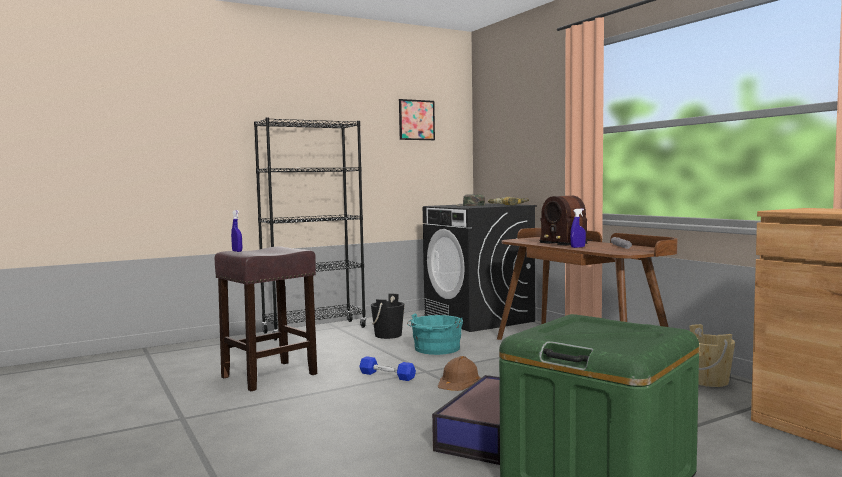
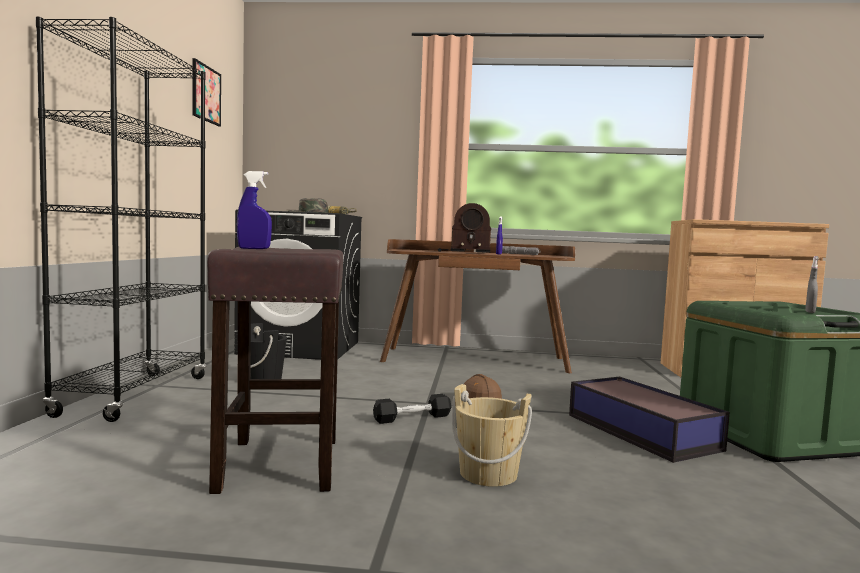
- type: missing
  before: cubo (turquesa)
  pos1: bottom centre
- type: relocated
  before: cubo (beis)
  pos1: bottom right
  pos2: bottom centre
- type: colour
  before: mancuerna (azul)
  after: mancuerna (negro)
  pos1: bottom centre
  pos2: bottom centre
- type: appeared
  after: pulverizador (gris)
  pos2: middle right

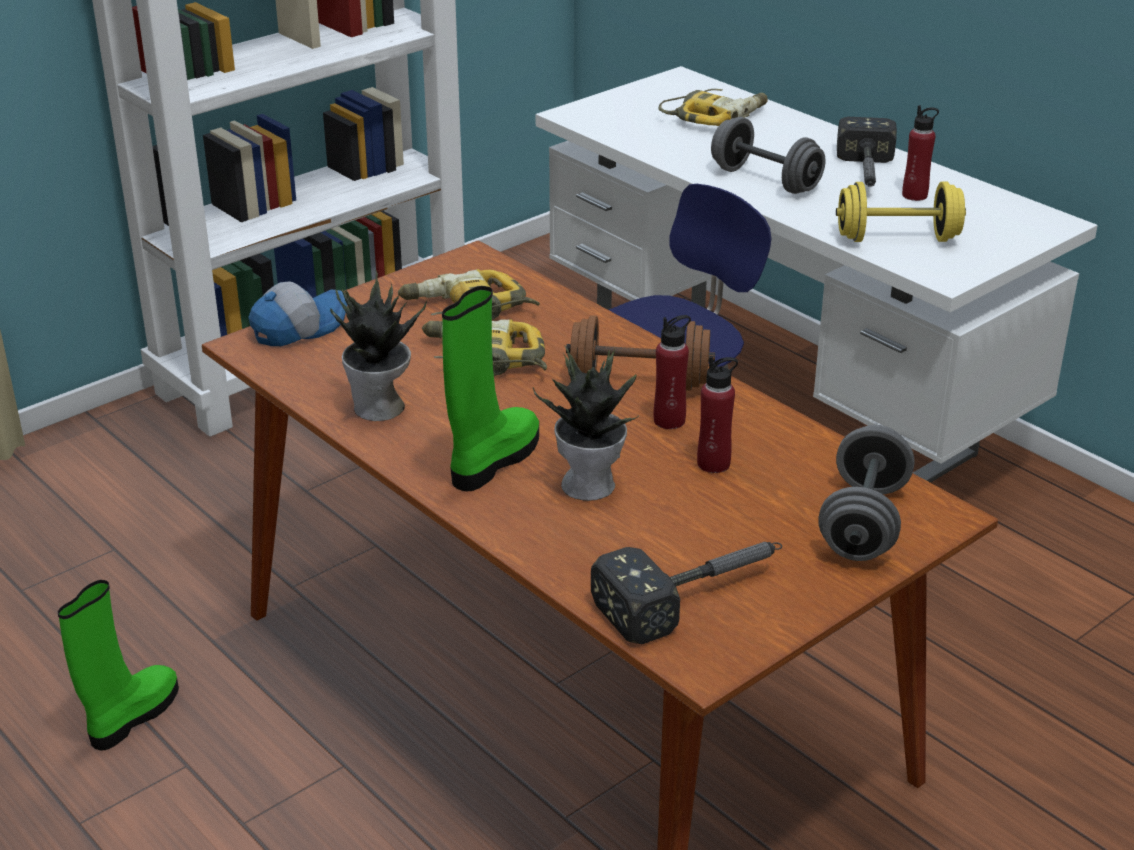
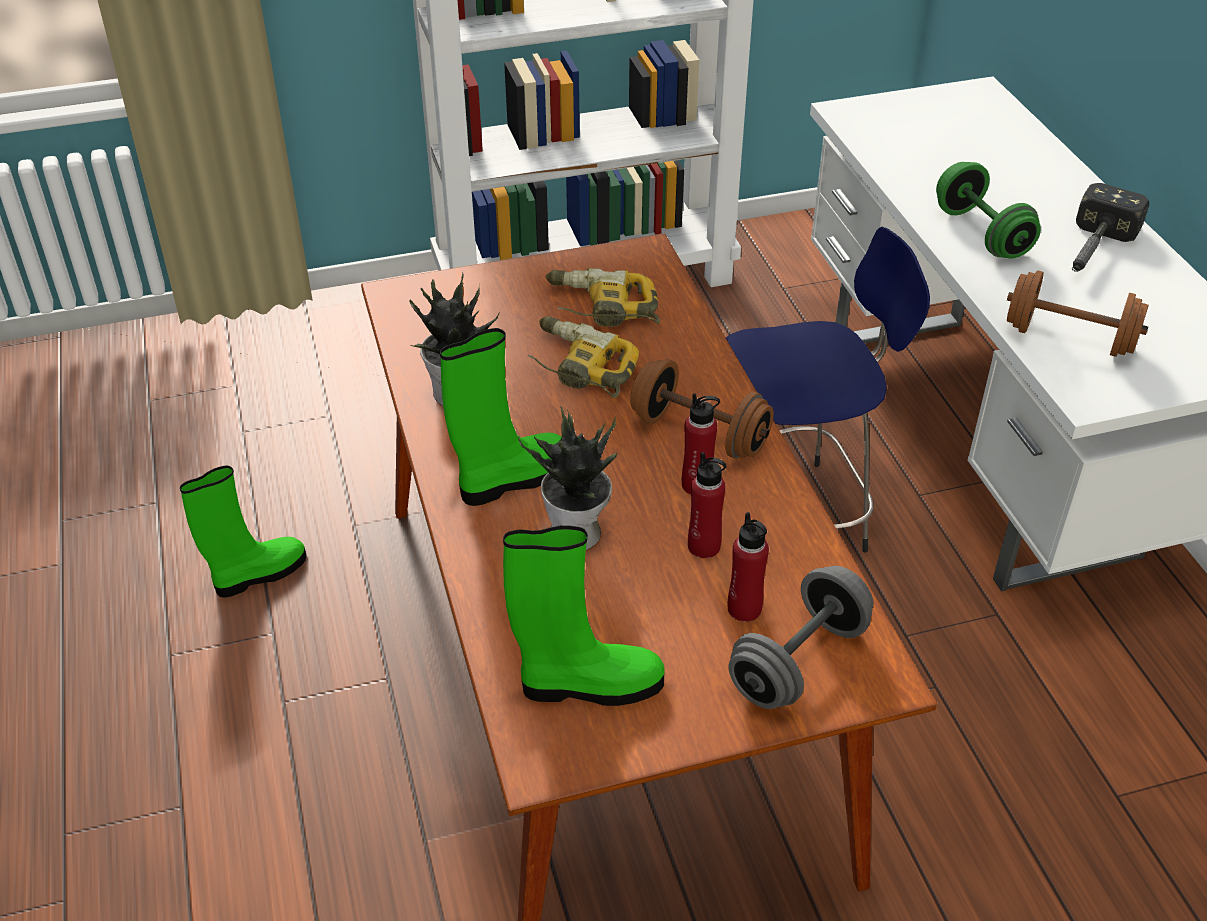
- type: missing
  before: taladro (no. 3 from left)
  pos1: top centre
- type: relocated
  before: botella (rojo) (no. 3 from left)
  pos1: top right
  pos2: centre
- type: colour
  before: mancuerna (gris) (no. 1 from left)
  after: mancuerna (verde)
  pos1: top right
  pos2: top right
- type: colour
  before: mancuerna (amarillo)
  after: mancuerna (marrón) (no. 2 from left)
  pos1: top right
  pos2: middle right
- type: missing
  before: gorra
  pos1: middle left
- type: exchanged
  before: martillo (no. 1 from left)
  after: bota (verde) (no. 3 from left)
  pos1: bottom centre
  pos2: bottom centre

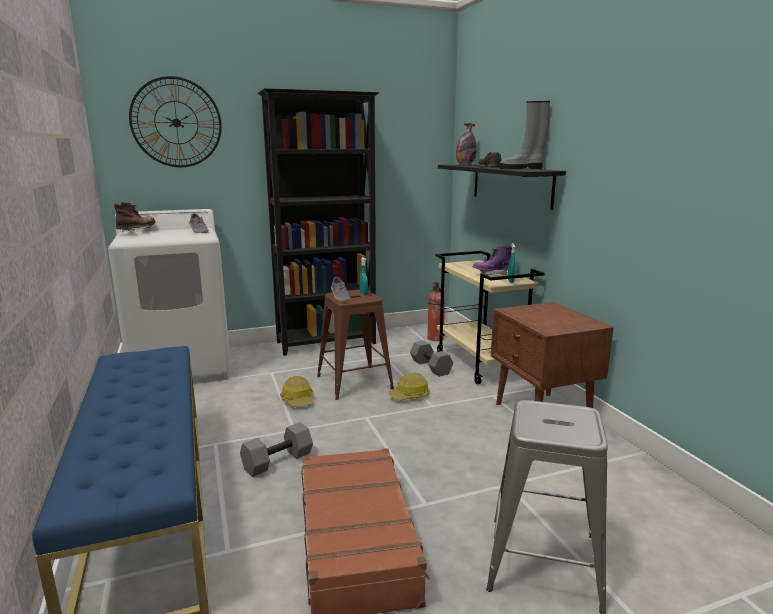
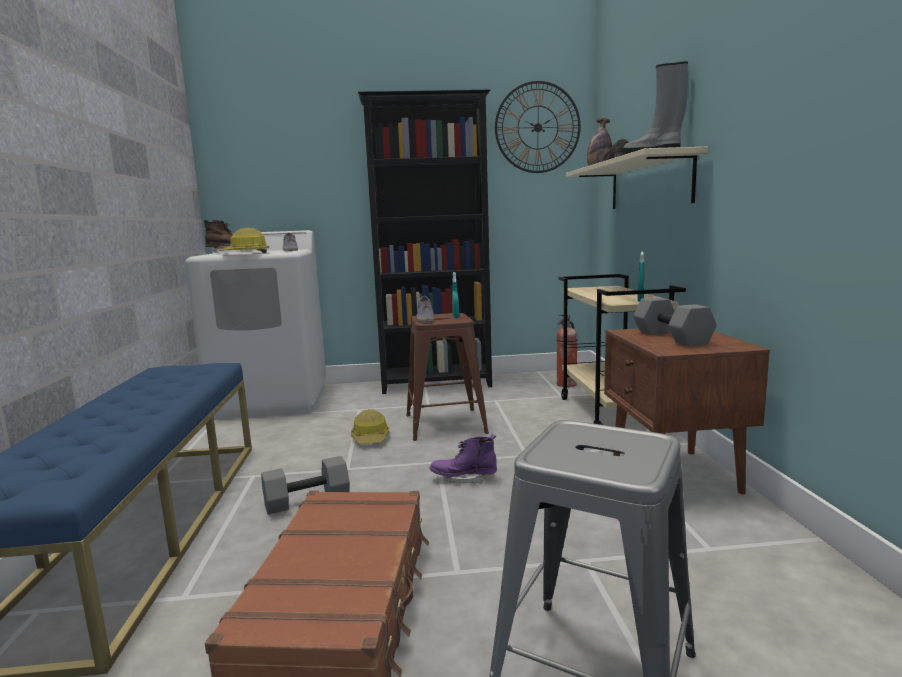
- type: relocated
  before: reloj de pared
  pos1: top left
  pos2: top centre
- type: colour
  before: estante (negro)
  after: estante (beis)
  pos1: top centre
  pos2: top right
- type: relocated
  before: bota (morado)
  pos1: centre
  pos2: bottom centre
- type: relocated
  before: mancuerna (gris) (no. 2 from left)
  pos1: centre
  pos2: middle right
- type: relocated
  before: casco (no. 2 from left in the first image)
  after: casco (no. 1 from left)
  pos1: centre
  pos2: middle left

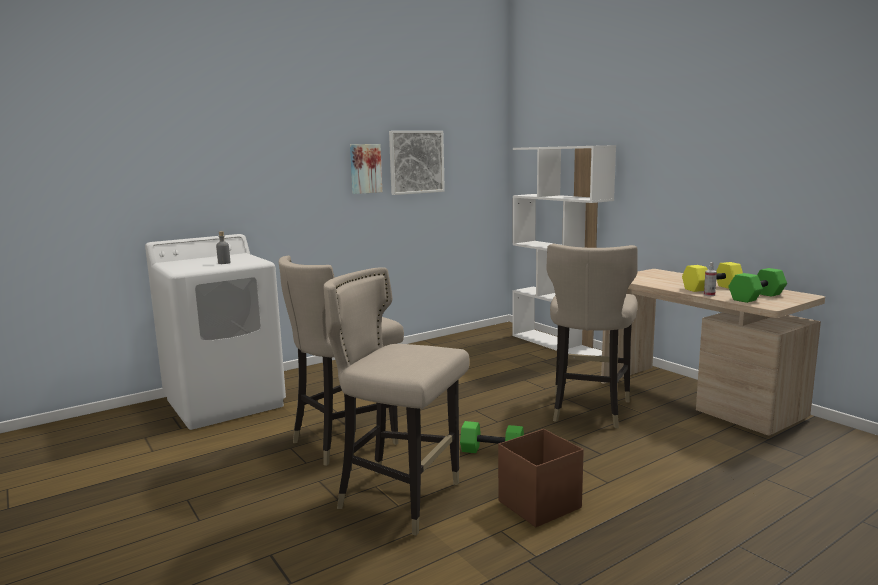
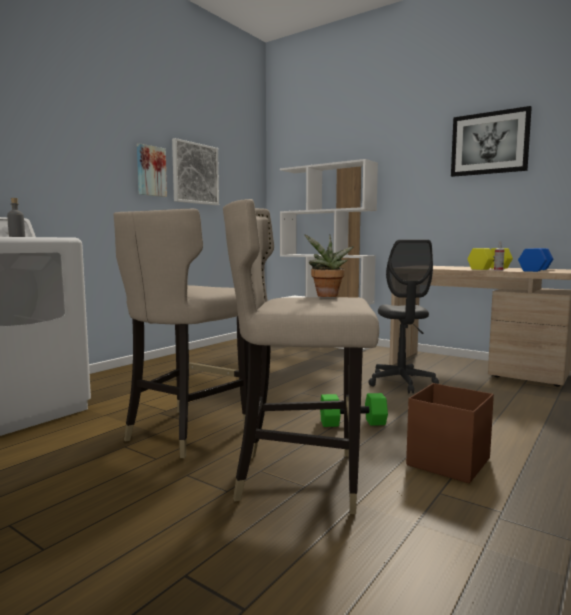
- type: exchanged
  before: taburete (beis) (no. 3 from left)
  after: silla de oficina (gris)
  pos1: middle right
  pos2: middle right
- type: colour
  before: mancuerna (verde) (no. 2 from left)
  after: mancuerna (azul)
  pos1: middle right
  pos2: middle right
- type: appeared
  after: cuadro (no. 3 from left)
  pos2: top right
- type: appeared
  after: planta en maceta
  pos2: centre

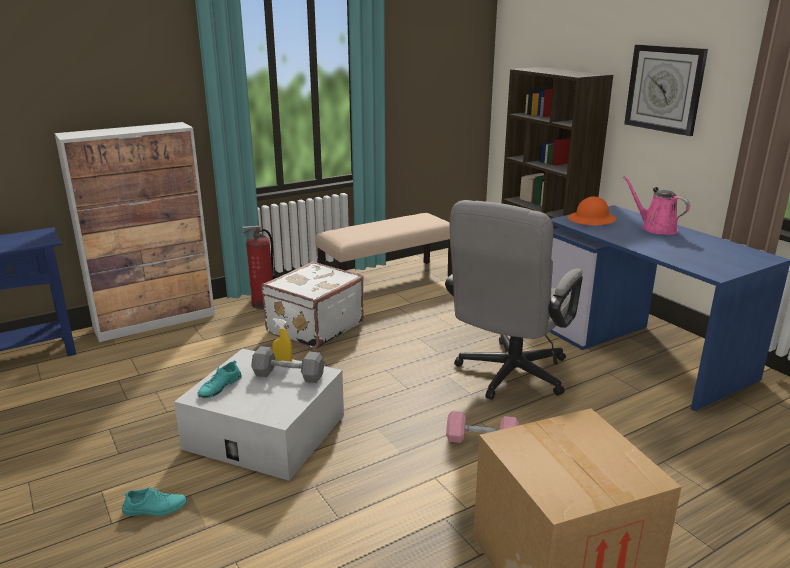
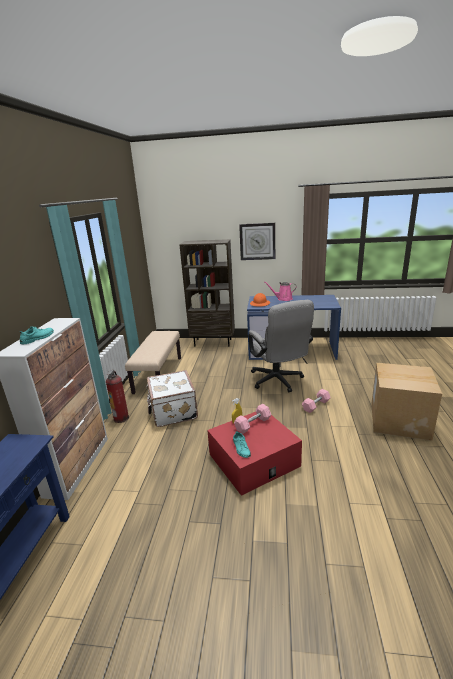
- type: colour
  before: mancuerna (gris)
  after: mancuerna (rosa) (no. 1 from left)
  pos1: centre
  pos2: centre
- type: colour
  before: caja de almacenaje (blanco)
  after: caja de almacenaje (rojo)
  pos1: bottom left
  pos2: bottom centre
- type: relocated
  before: zapato (turquesa) (no. 1 from left)
  pos1: bottom left
  pos2: middle left

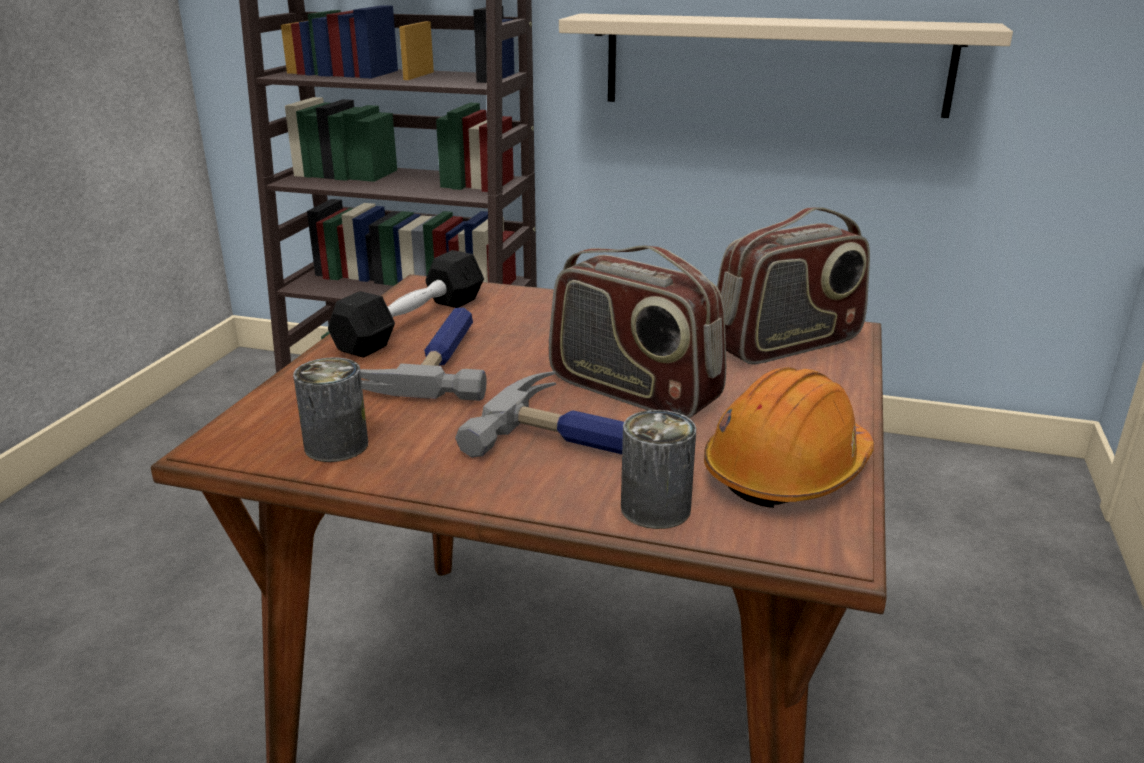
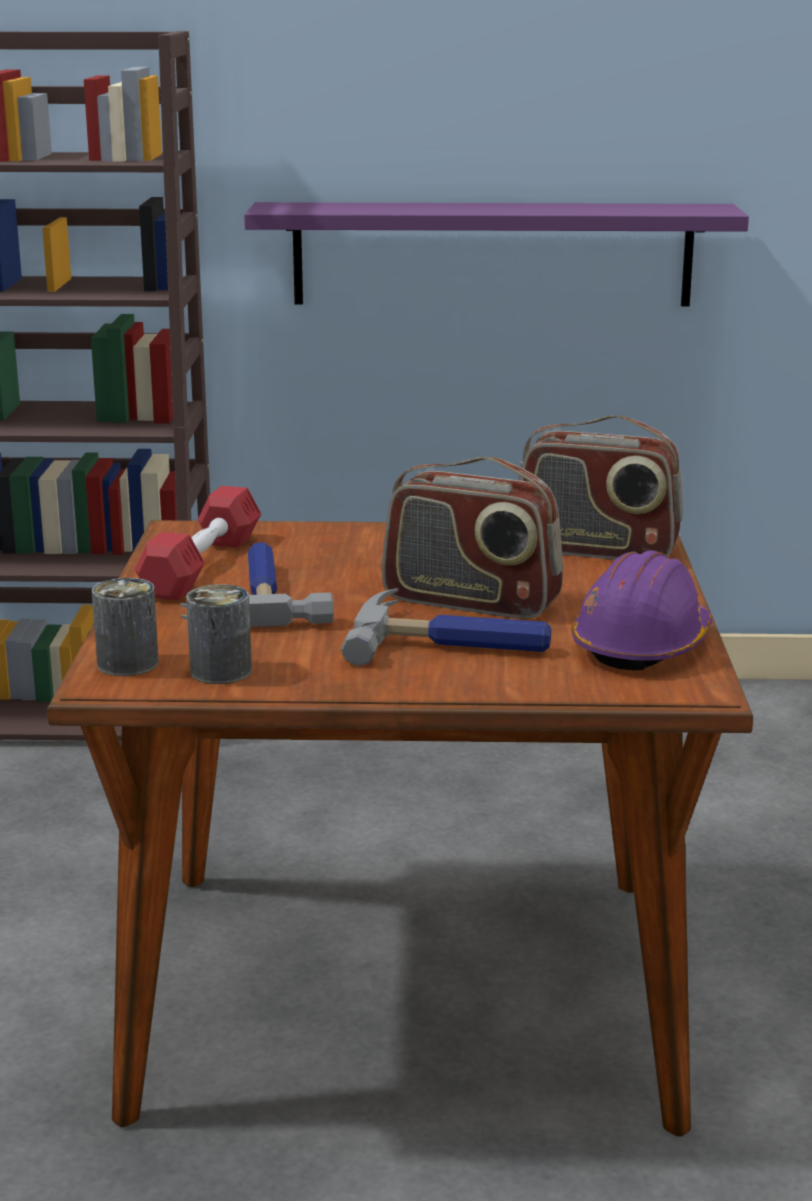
- type: colour
  before: estante (beis)
  after: estante (morado)
  pos1: top right
  pos2: top centre
- type: spun
  before: radio (no. 2 from left)
  pos1: middle right
  pos2: middle right
  turn: 60
- type: colour
  before: mancuerna (negro)
  after: mancuerna (rojo)
  pos1: centre
  pos2: middle left
- type: colour
  before: casco (naranja)
  after: casco (morado)
  pos1: middle right
  pos2: middle right
- type: relocated
  before: lata (no. 2 from left in the first image)
  after: lata (no. 1 from left)
  pos1: centre
  pos2: middle left

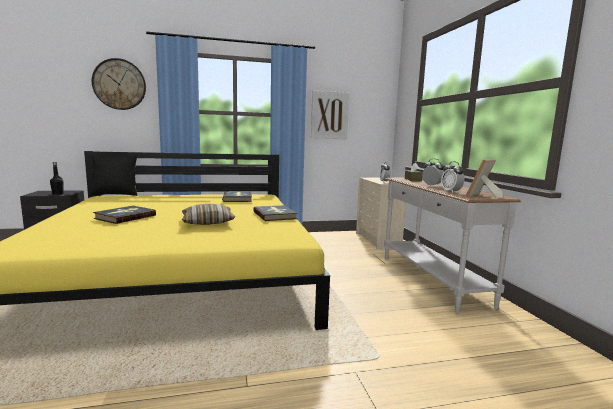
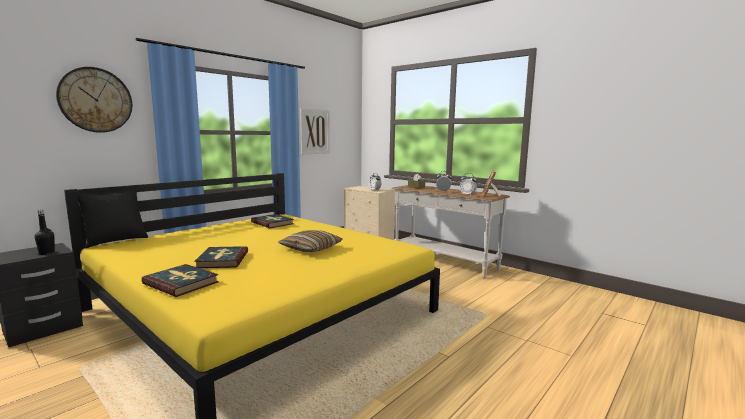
- type: relocated
  before: libro (no. 3 from left in the first image)
  after: libro (no. 1 from left)
  pos1: centre
  pos2: bottom left

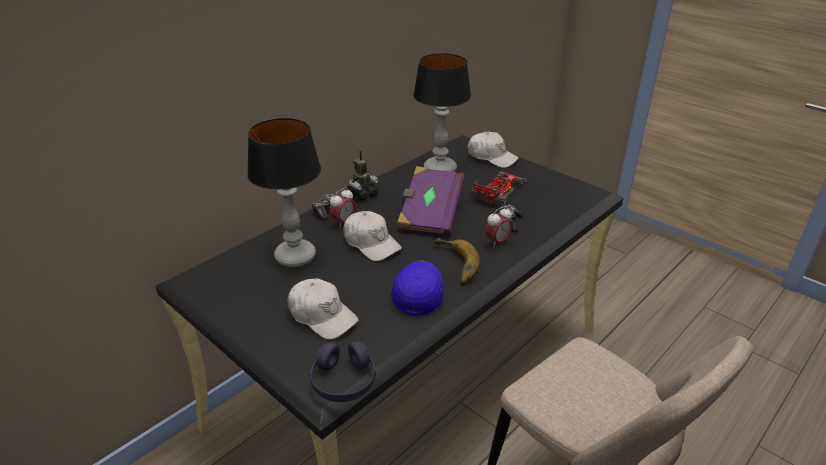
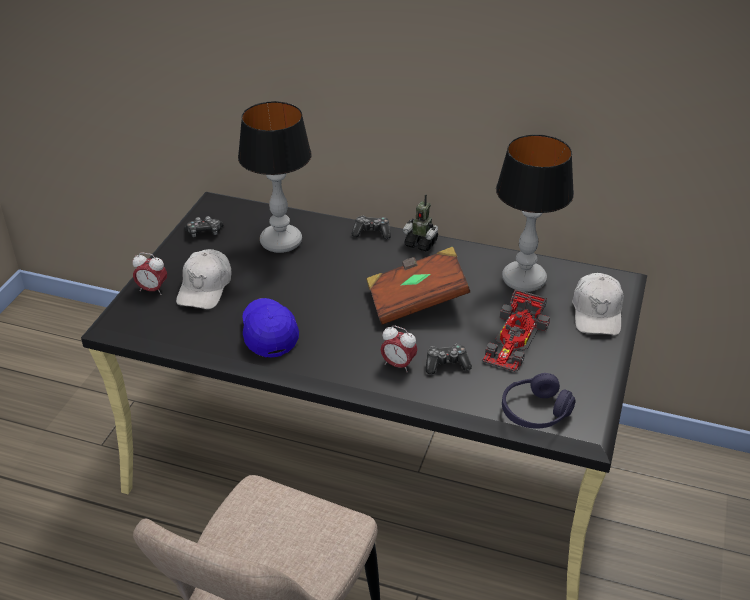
- type: colour
  before: libro (morado)
  after: libro (marrón)
  pos1: centre
  pos2: centre
- type: spun
  before: coche de juguete
  pos1: centre
  pos2: middle right
  turn: 105
- type: relocated
  before: despertador (no. 1 from left)
  pos1: centre
  pos2: middle left
- type: missing
  before: gorra (blanco) (no. 2 from left)
  pos1: centre
- type: missing
  before: plátano
  pos1: centre
- type: spun
  before: gorra (azul)
  pos1: centre
  pos2: centre
  turn: -90
- type: relocated
  before: auriculares (morado)
  pos1: bottom centre
  pos2: bottom right
- type: appeared
  after: mando de consola (no. 1 from left)
  pos2: middle left

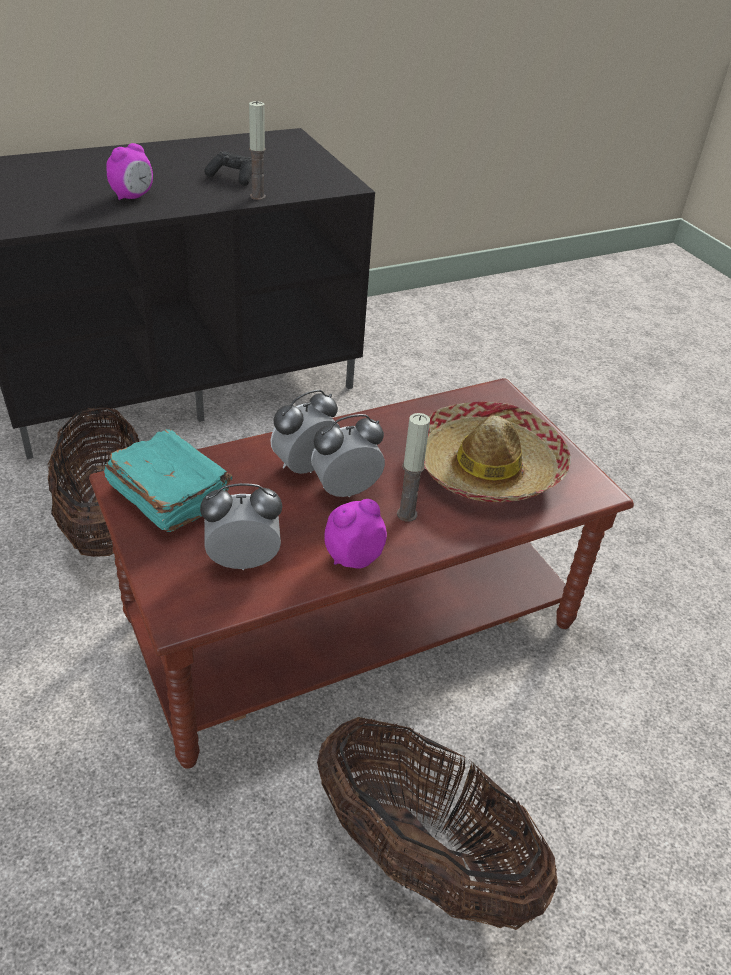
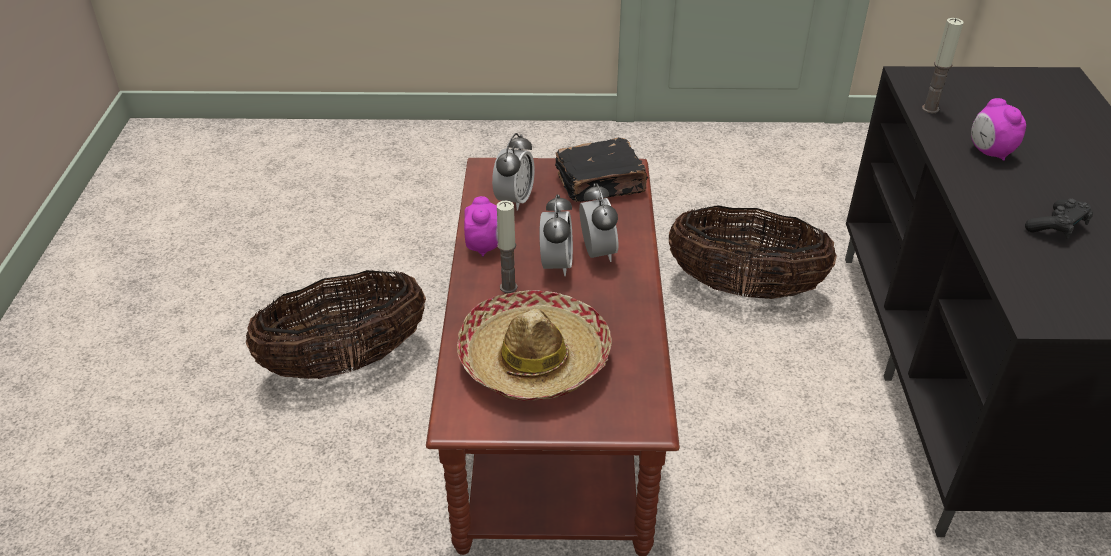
- type: relocated
  before: vela (no. 1 from left in the first image)
  after: vela (no. 2 from left)
  pos1: top centre
  pos2: top right
- type: colour
  before: libro (turquesa)
  after: libro (negro)
  pos1: middle left
  pos2: top centre

